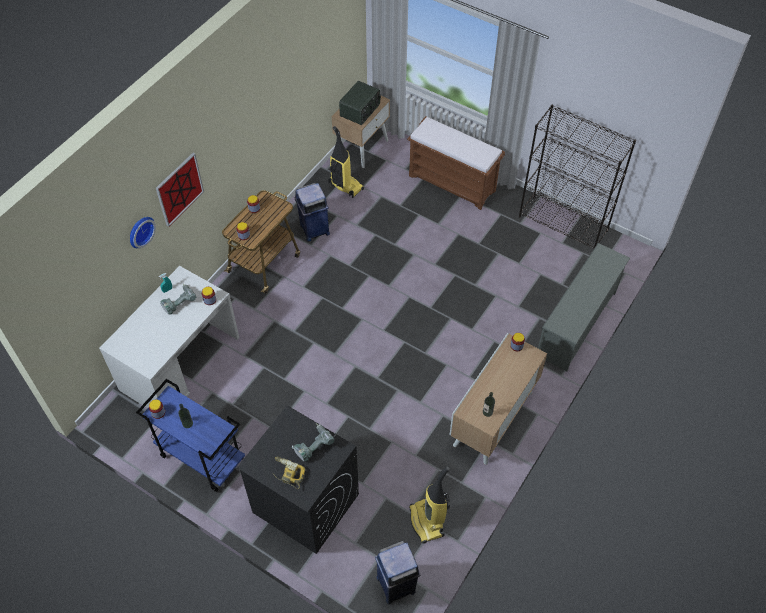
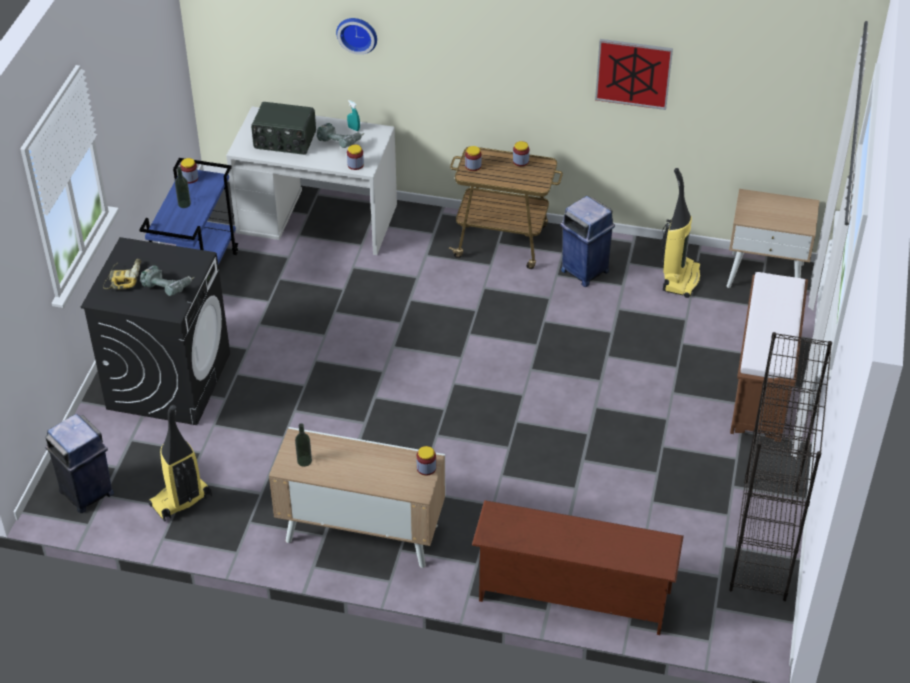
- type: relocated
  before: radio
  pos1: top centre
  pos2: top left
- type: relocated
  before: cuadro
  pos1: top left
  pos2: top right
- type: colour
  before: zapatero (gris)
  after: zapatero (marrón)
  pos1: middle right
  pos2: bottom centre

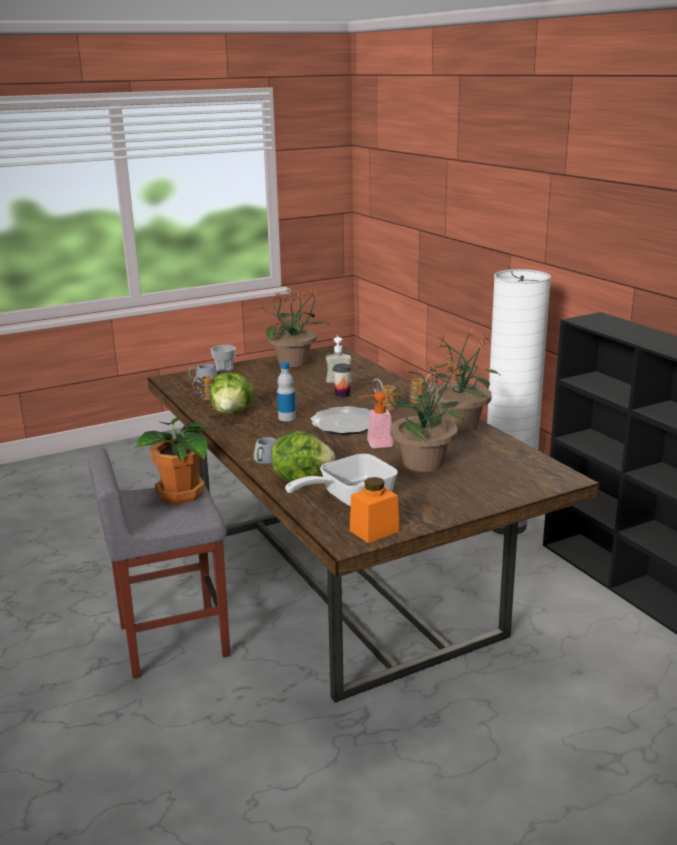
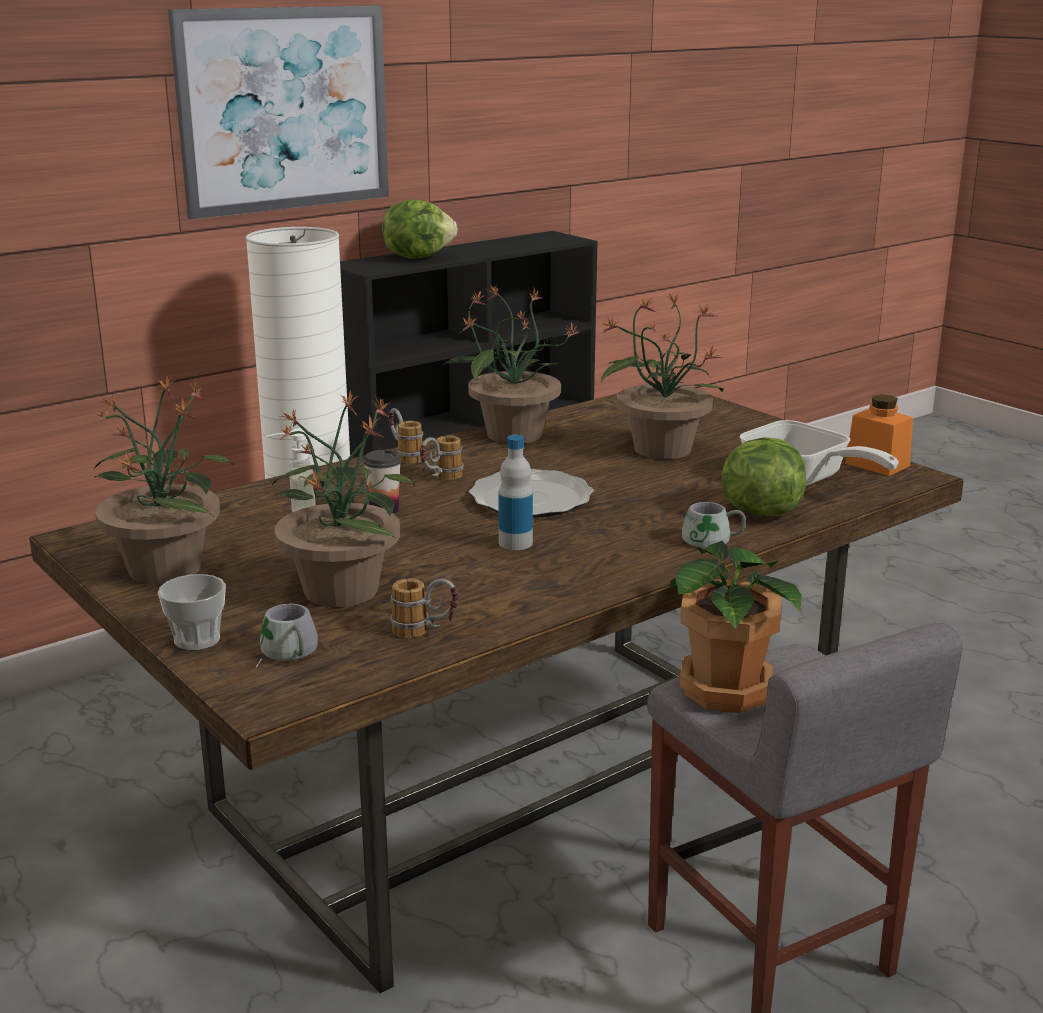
- type: relocated
  before: lechuga (no. 1 from left)
  pos1: centre
  pos2: top centre
- type: missing
  before: dispensador de jabón (no. 2 from left)
  pos1: centre
- type: appeared
  after: cuadro
  pos2: top left
- type: appeared
  after: planta en maceta (no. 2 from left)
  pos2: middle left

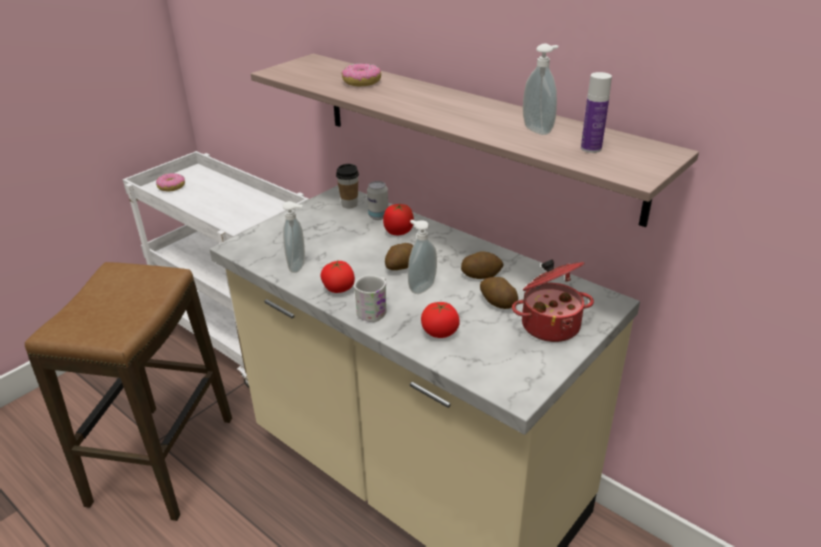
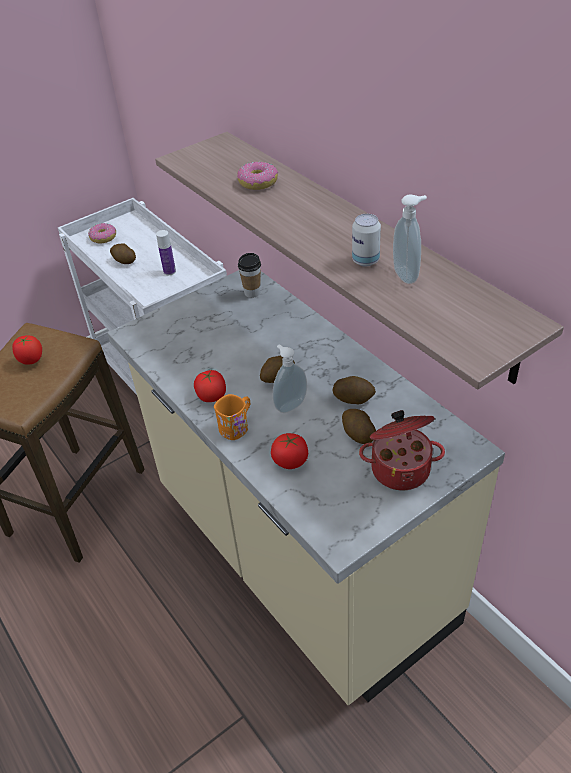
- type: relocated
  before: botella
  pos1: top right
  pos2: top left
- type: relocated
  before: lata
  pos1: centre
  pos2: top centre
- type: missing
  before: dispensador de jabón (no. 1 from left)
  pos1: centre
- type: relocated
  before: tomate (no. 2 from left in the first image)
  after: tomate (no. 1 from left)
  pos1: centre
  pos2: middle left
- type: colour
  before: taza grande (blanco)
  after: taza grande (naranja)
  pos1: centre
  pos2: centre
- type: appeared
  after: patata (no. 1 from left)
  pos2: top left

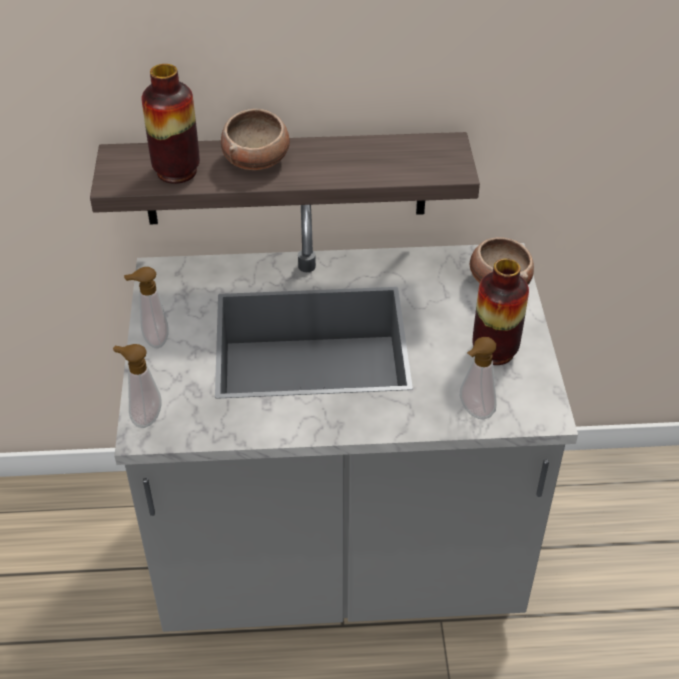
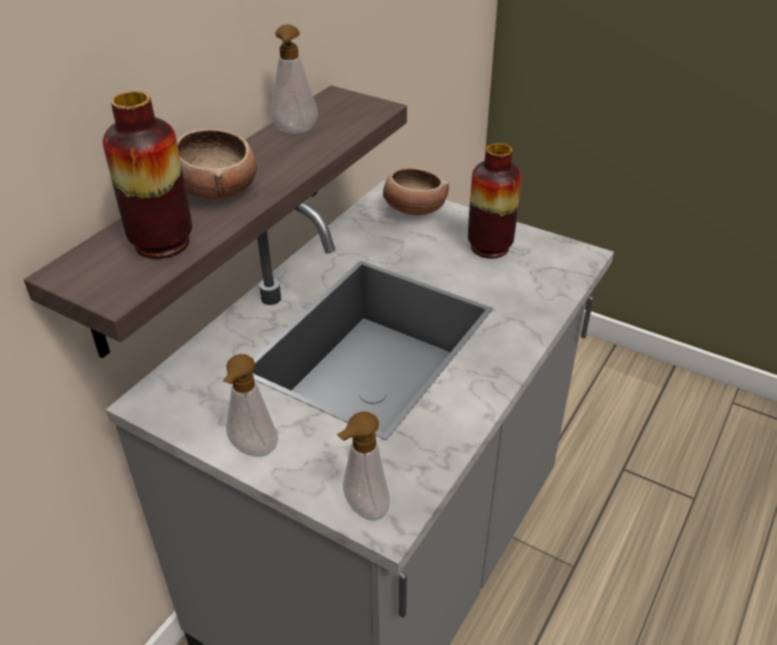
- type: relocated
  before: dispensador de jabón (no. 3 from left in the first image)
  after: dispensador de jabón (no. 2 from left)
  pos1: middle right
  pos2: top centre

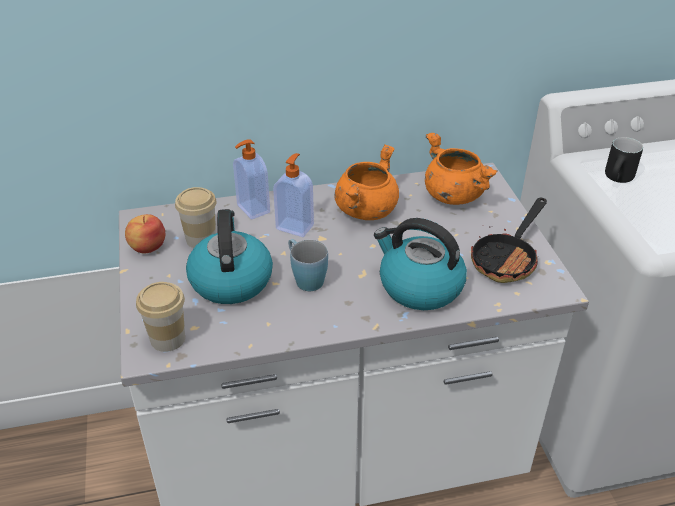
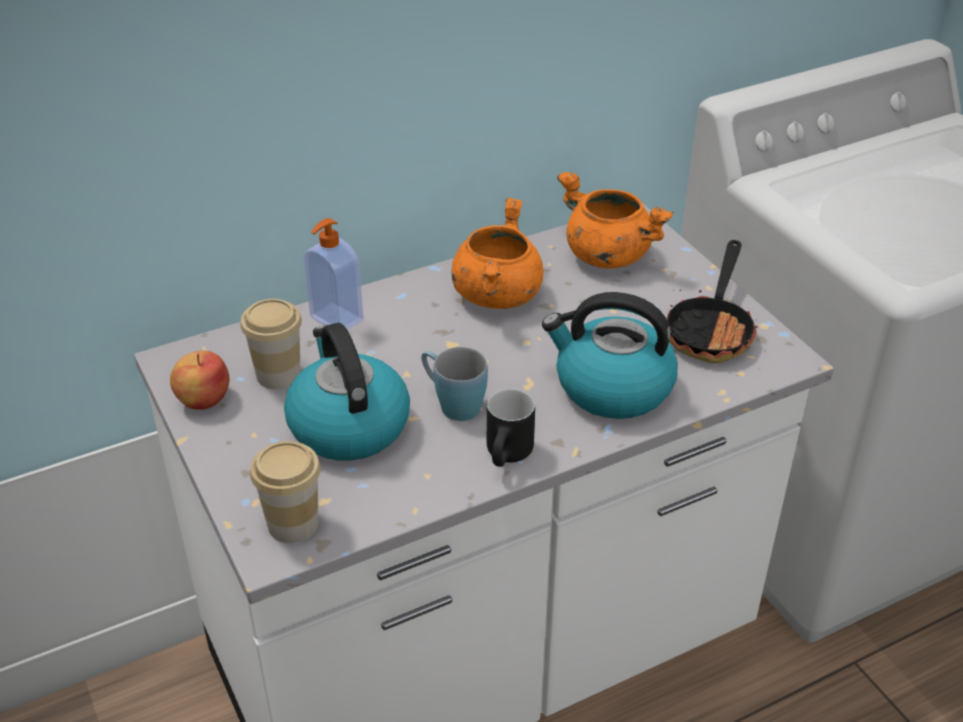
- type: relocated
  before: taza grande (negro)
  pos1: top right
  pos2: centre
- type: missing
  before: dispensador de jabón (no. 2 from left)
  pos1: centre

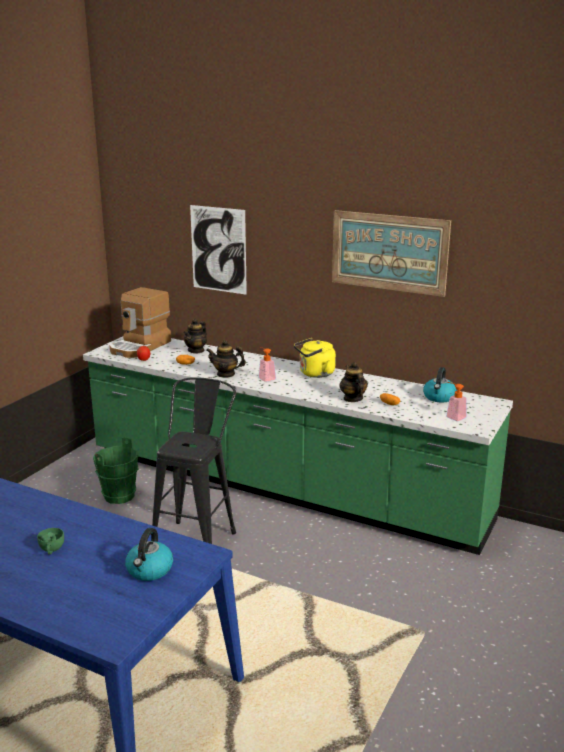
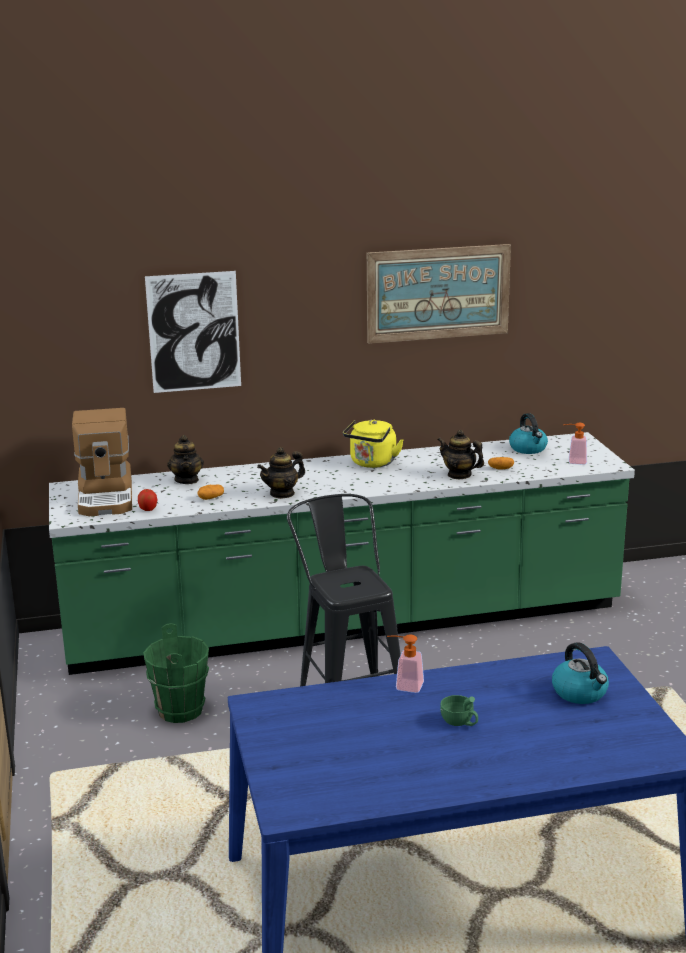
- type: relocated
  before: dispensador de jabón (no. 1 from left)
  pos1: centre
  pos2: bottom centre

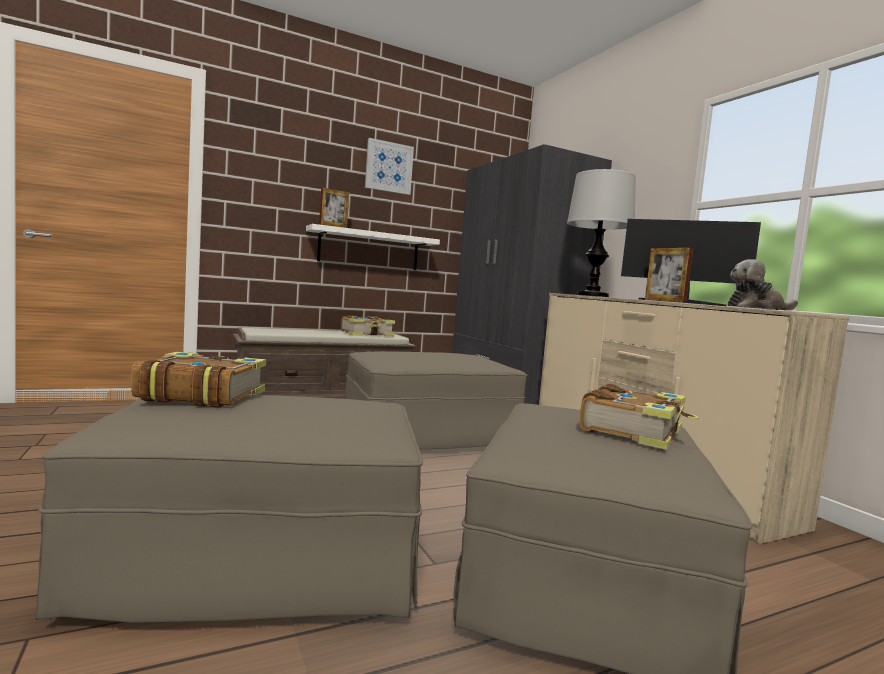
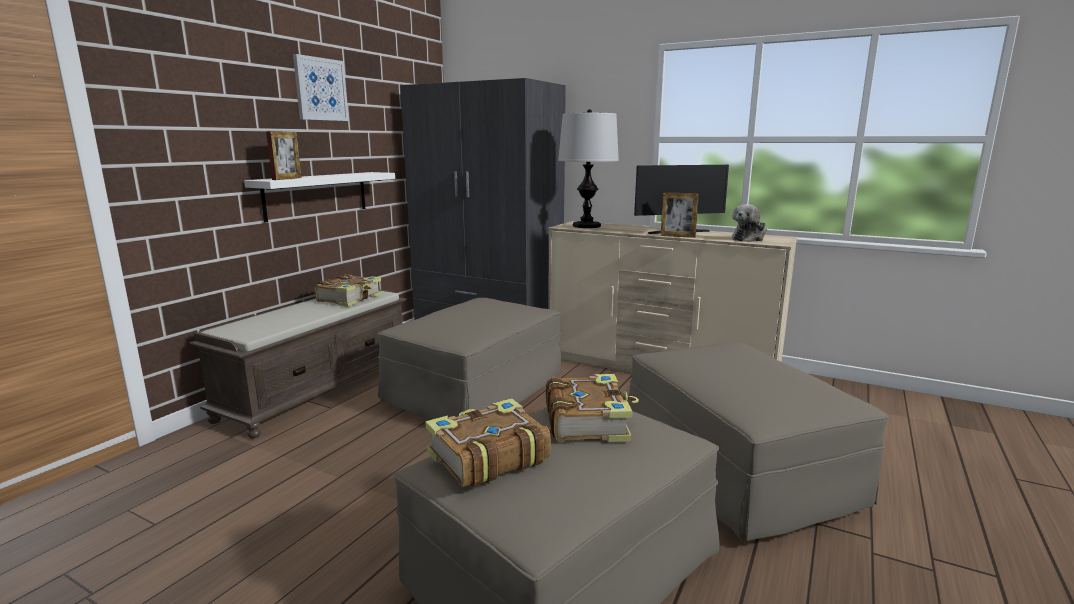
- type: relocated
  before: libro (no. 3 from left)
  pos1: middle right
  pos2: bottom centre

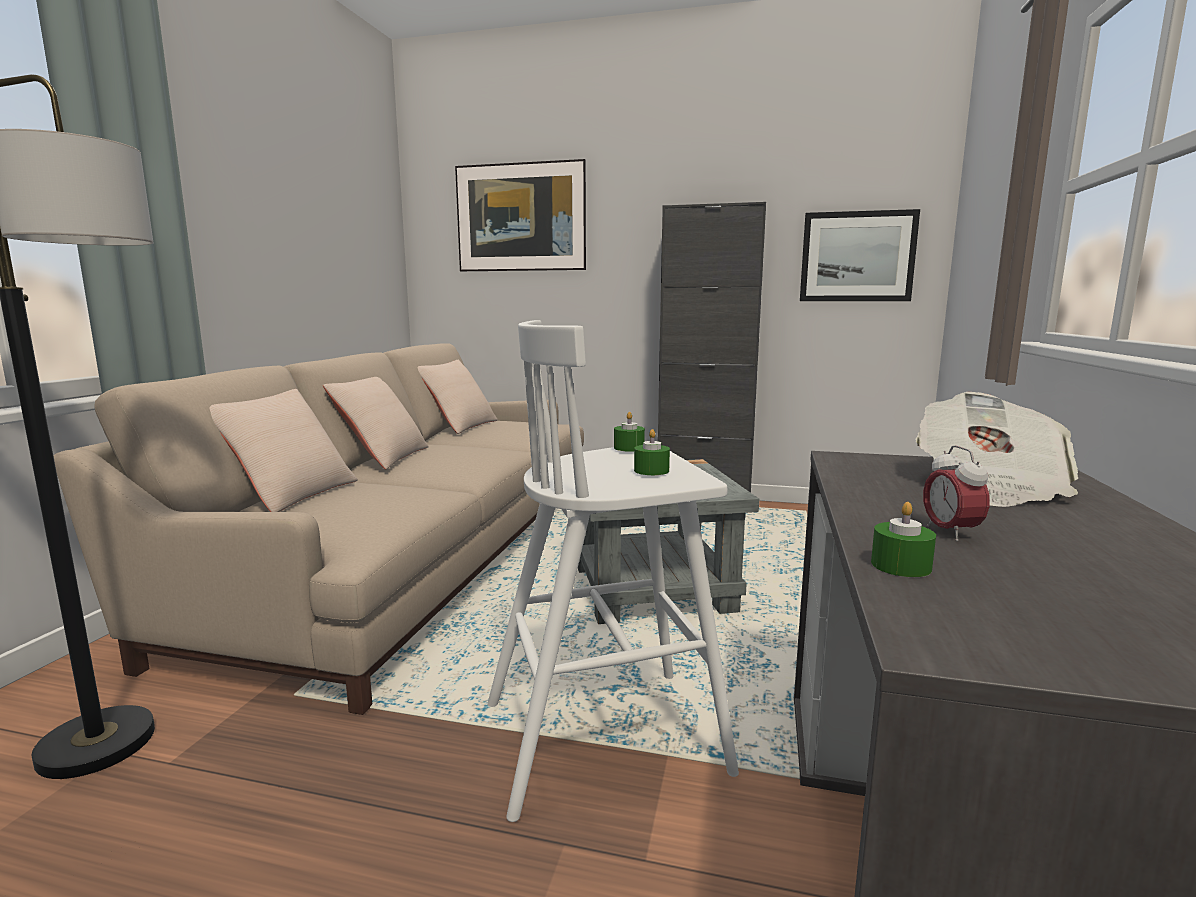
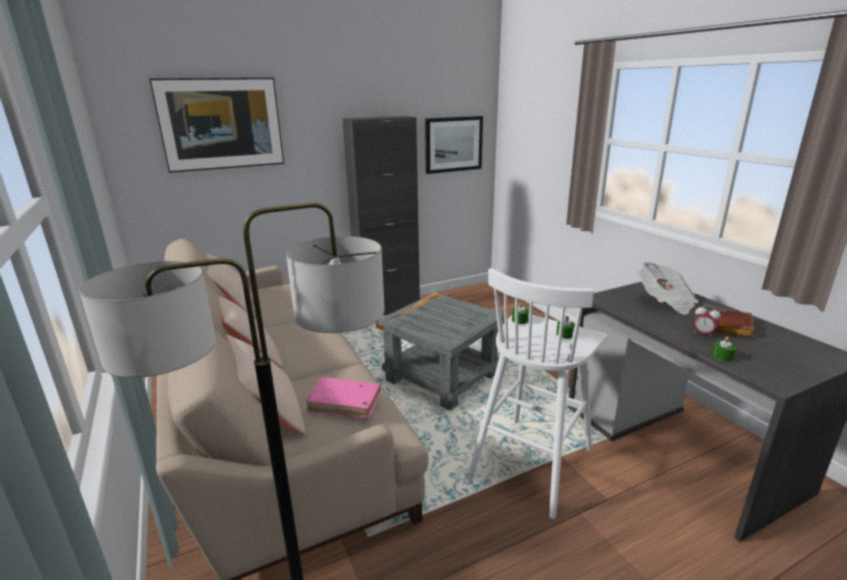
- type: appeared
  after: libro (marrón)
  pos2: middle right
- type: appeared
  after: libro (rosa)
  pos2: bottom centre

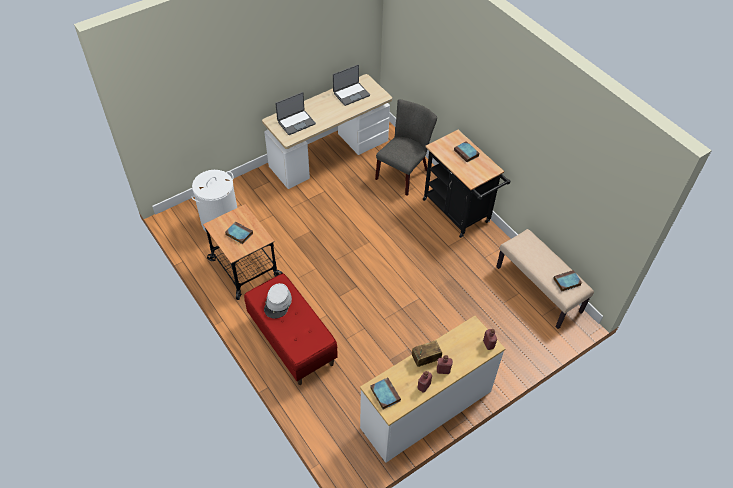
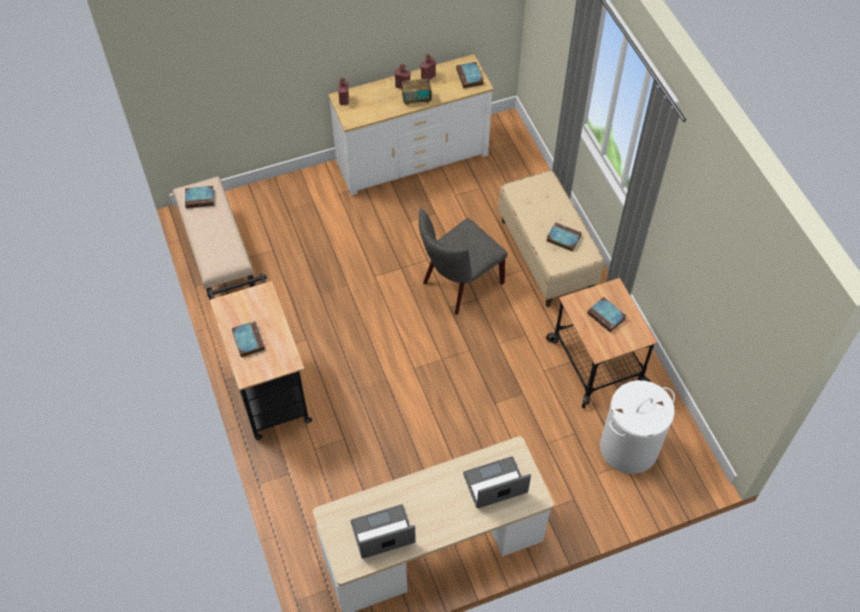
- type: relocated
  before: silla (gris)
  pos1: top centre
  pos2: centre
- type: colour
  before: banco (rojo)
  after: banco (beis) (no. 2 from left)
  pos1: bottom centre
  pos2: centre
- type: exchanged
  before: sombrero (gris)
  after: libro (no. 4 from left)
  pos1: centre
  pos2: centre

